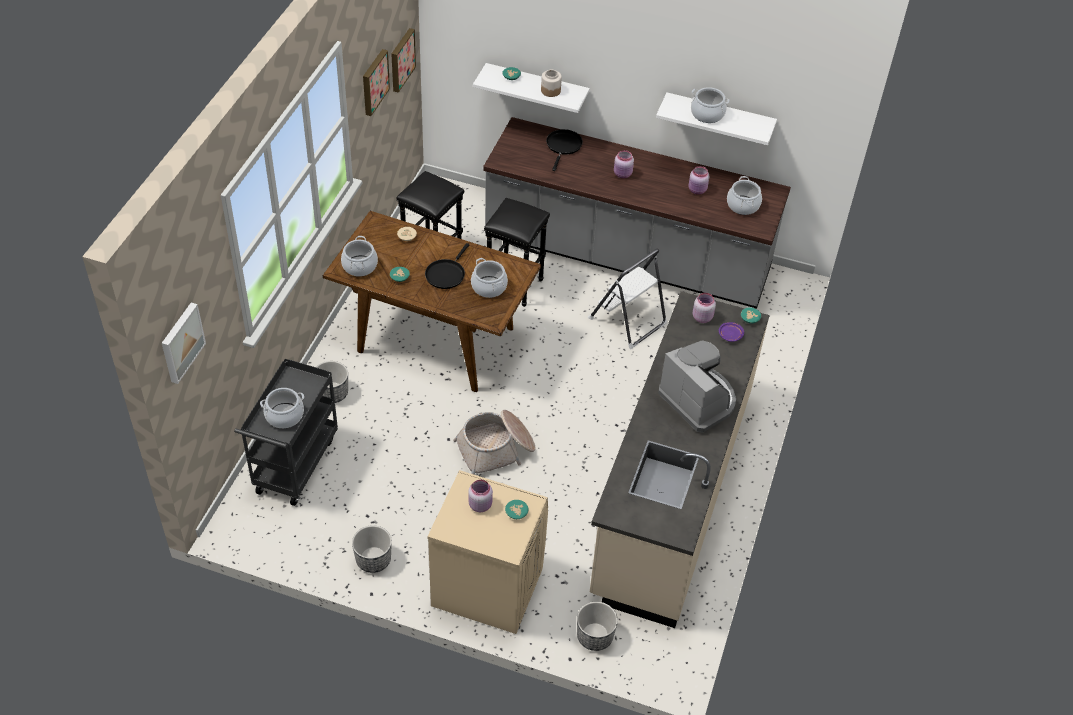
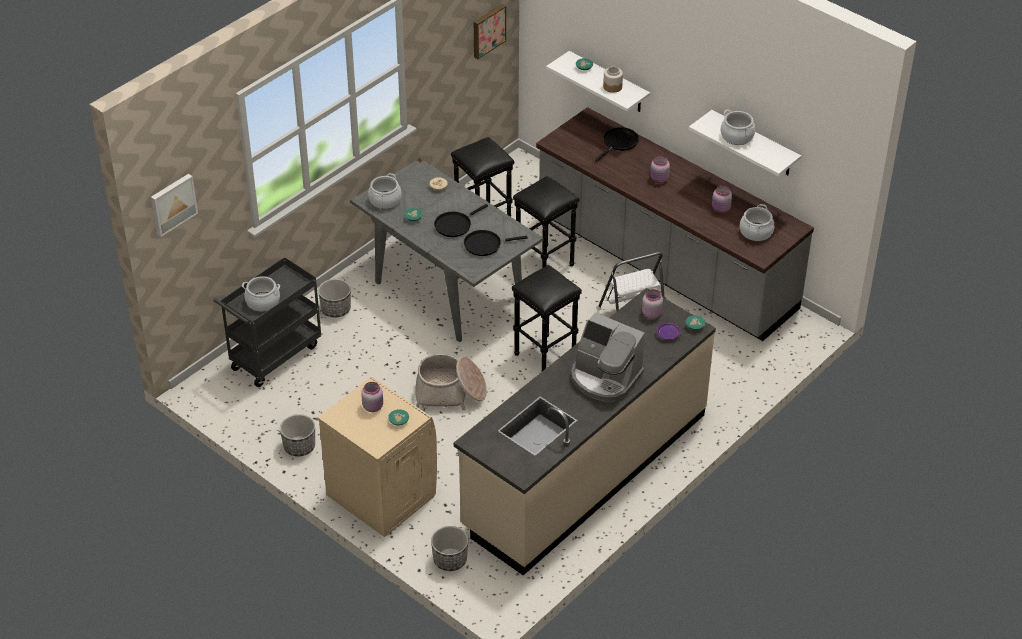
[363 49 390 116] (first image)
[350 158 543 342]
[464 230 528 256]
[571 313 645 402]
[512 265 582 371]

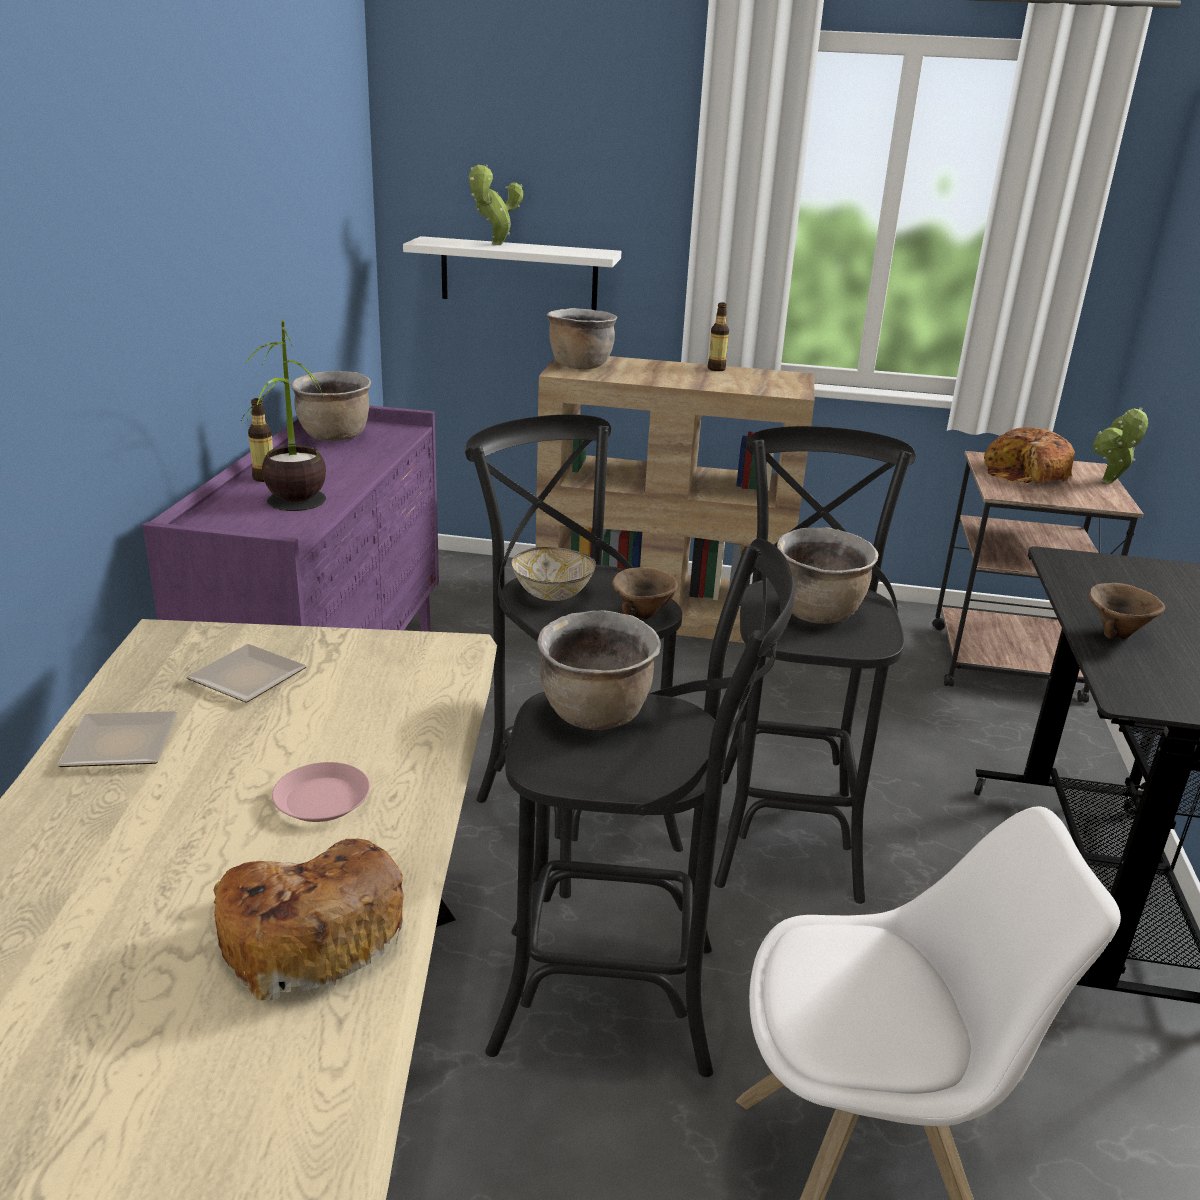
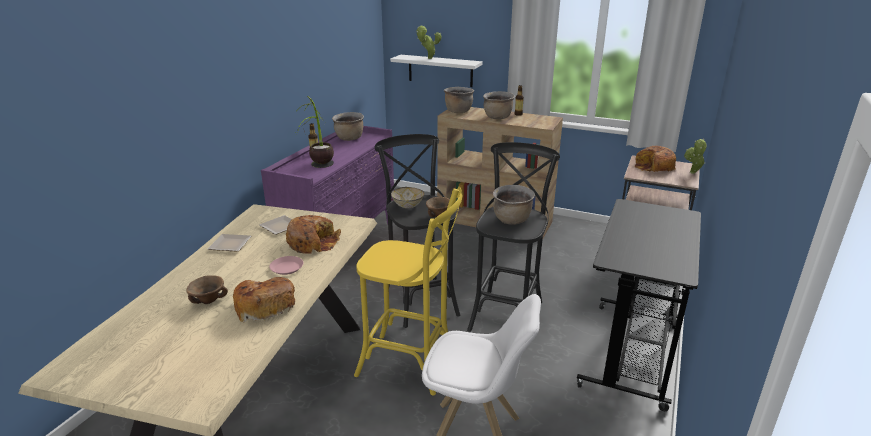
[354 186 462 396]
[187 275 228 304]
[483 91 515 119]
[286 215 341 254]

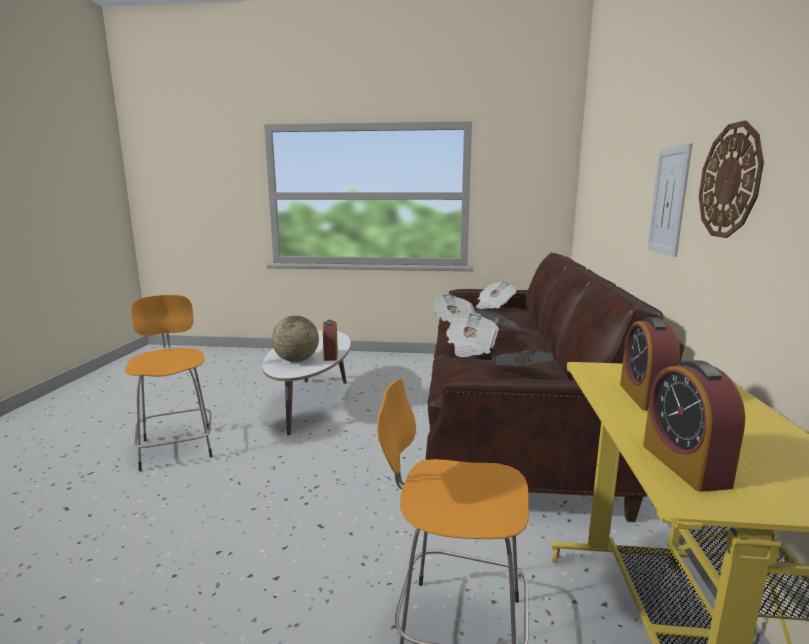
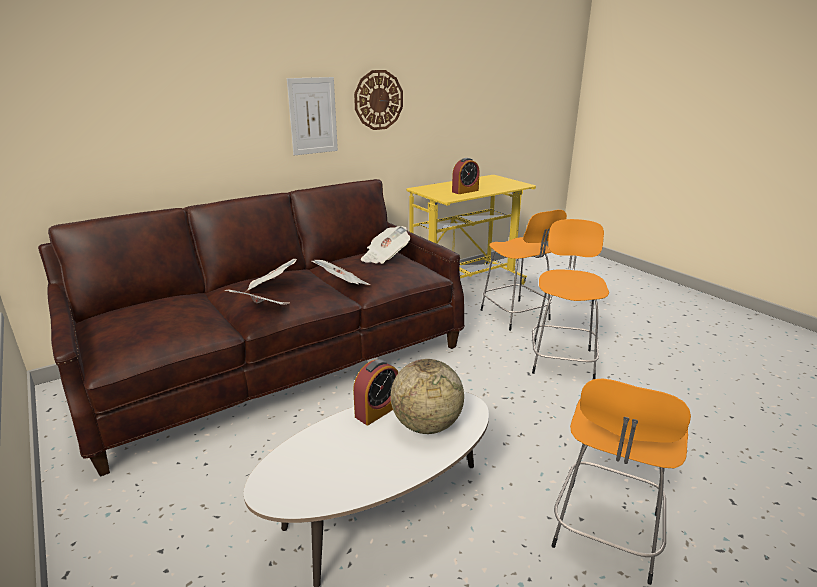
[476 281 516 309] (first image)
[643 360 745 492] (first image)
[532 219 609 379]

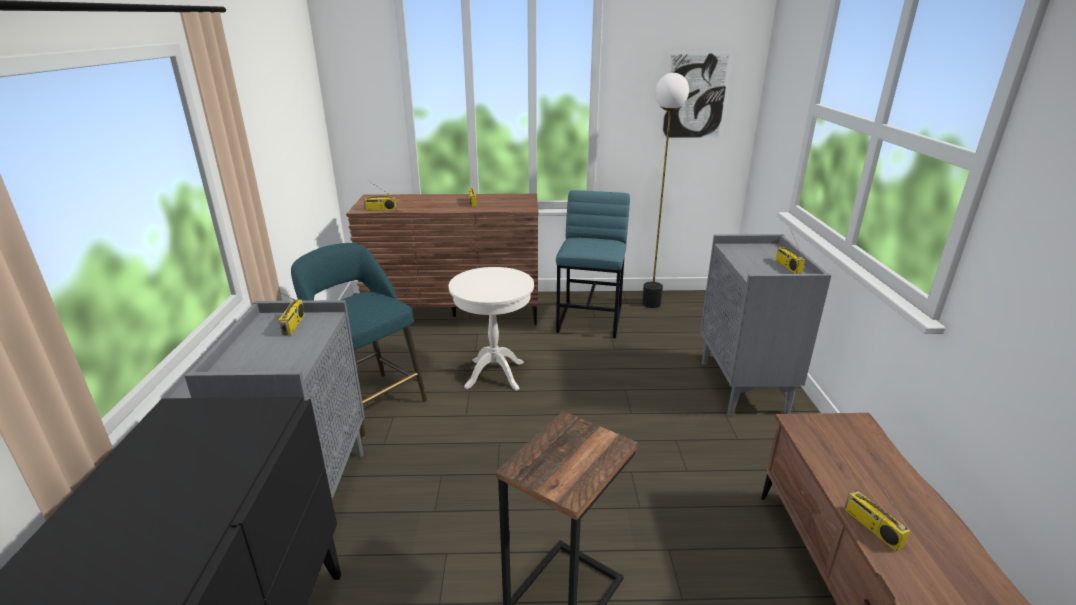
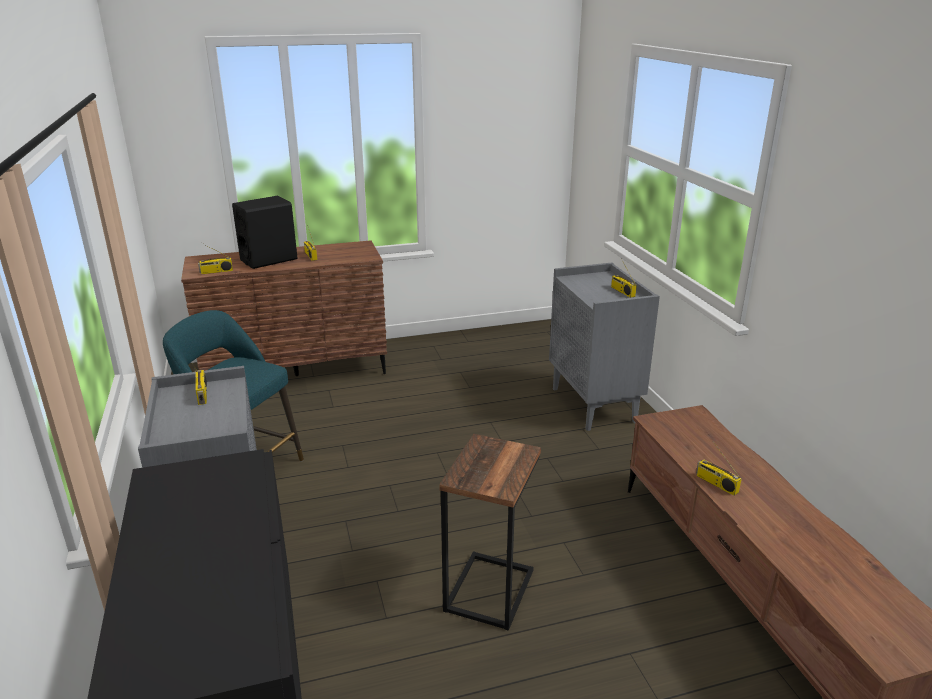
[660 51 732 139] (first image)
[642 73 689 308] (first image)
[556 190 630 339] (first image)
[448 267 534 391] (first image)
[232 196 297 269]

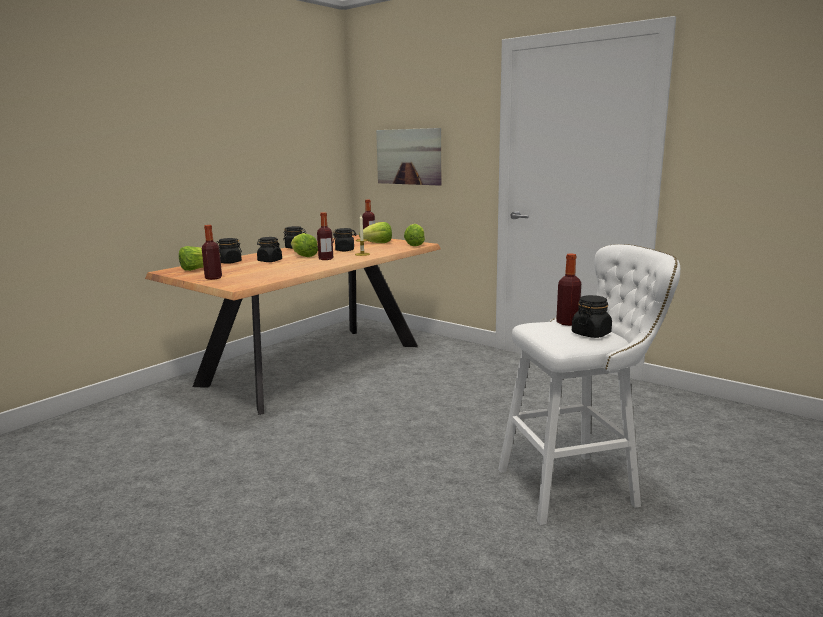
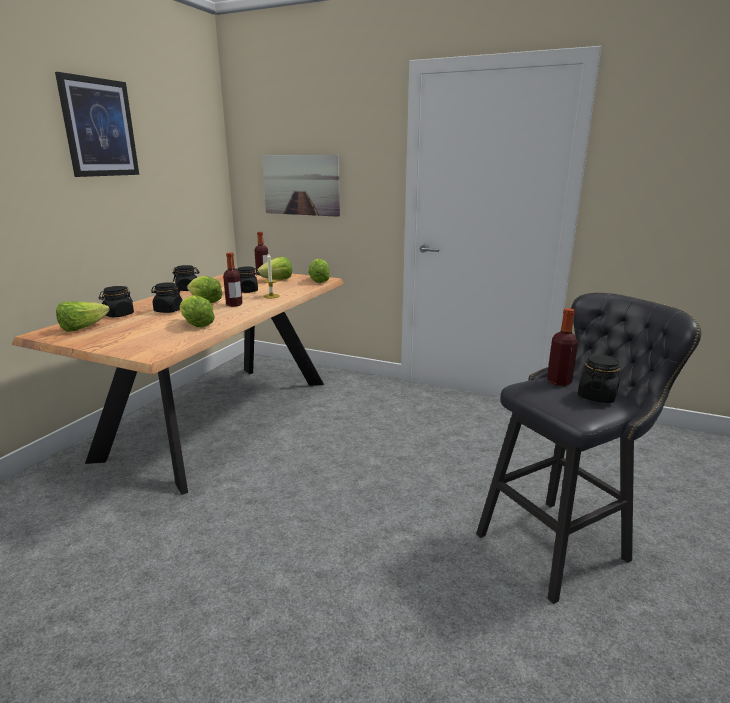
[202 225 222 280] (first image)
[476 292 701 604]
[55 72 139 177]
[180 295 215 327]

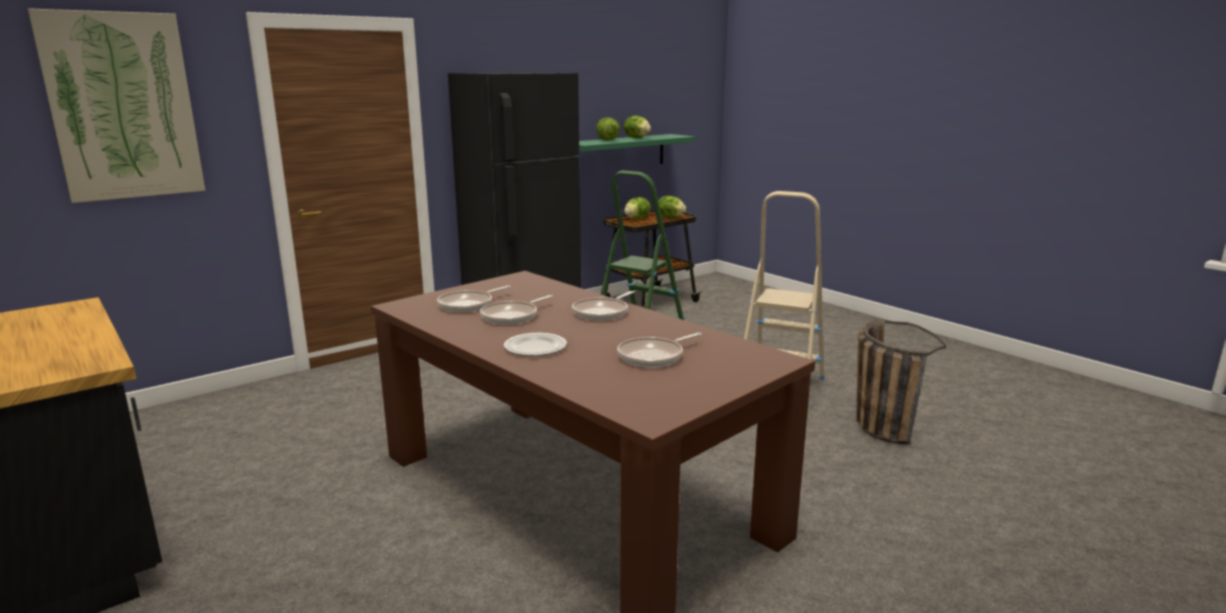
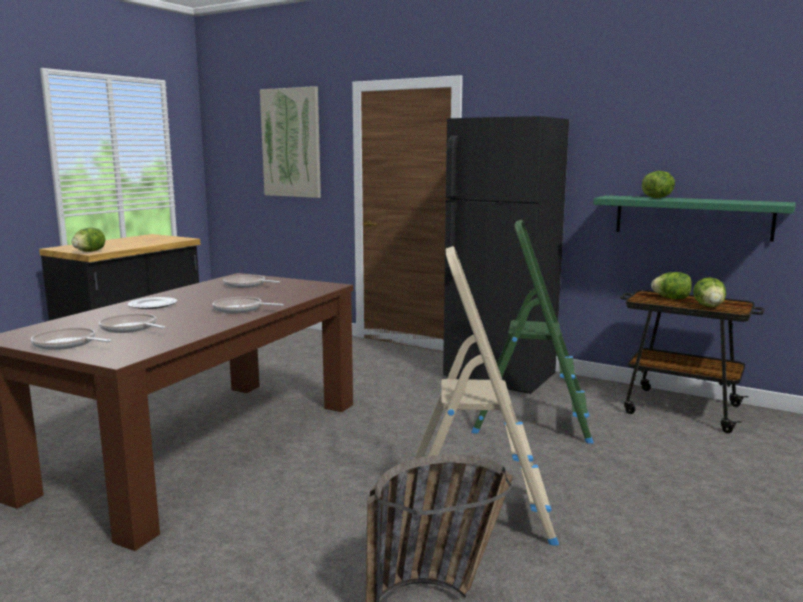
[71 228 105 252]
[31 327 112 350]

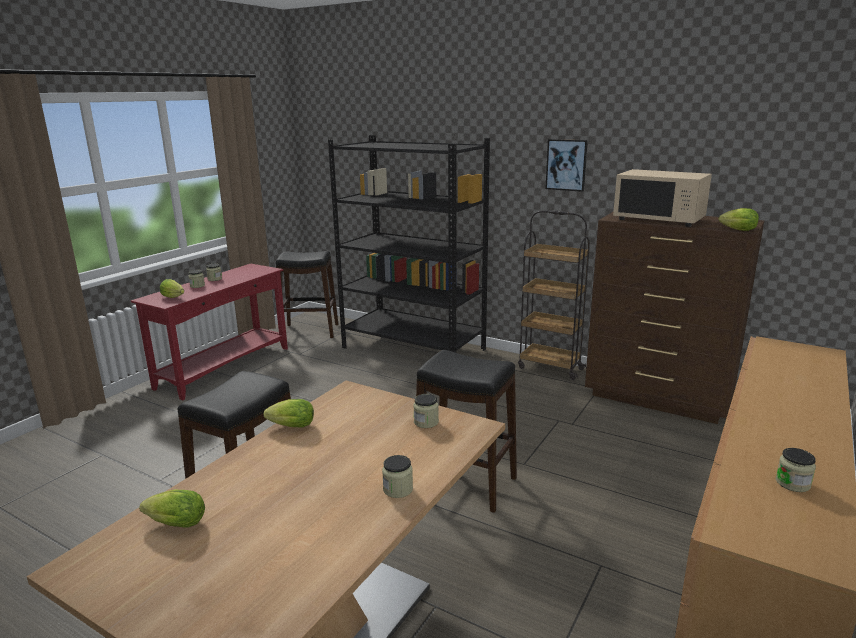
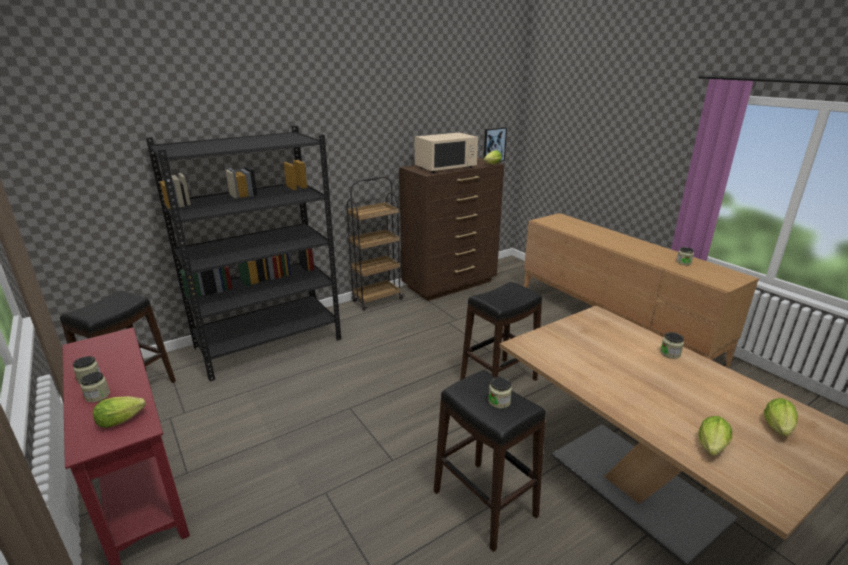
[483 127 507 162]
[488 377 512 409]
[764 398 798 436]

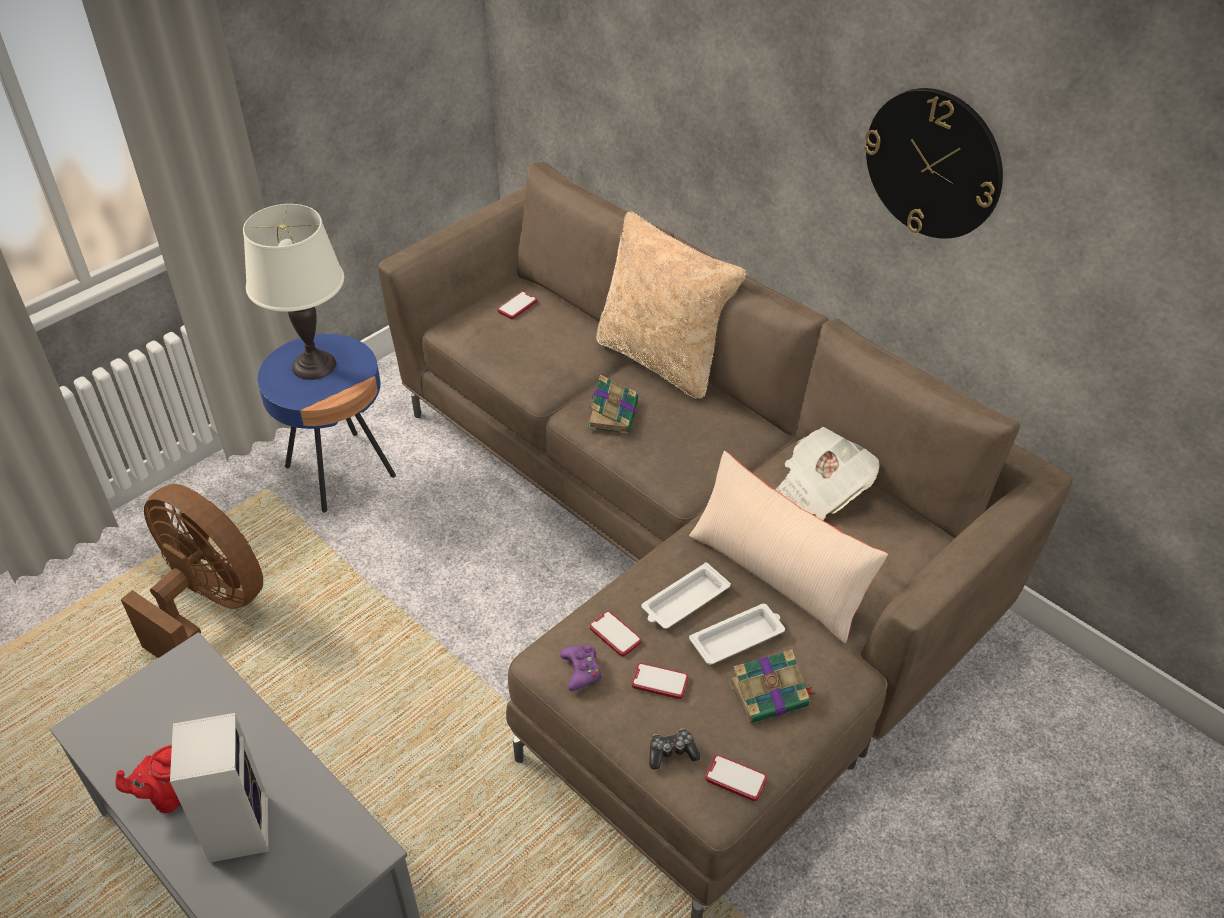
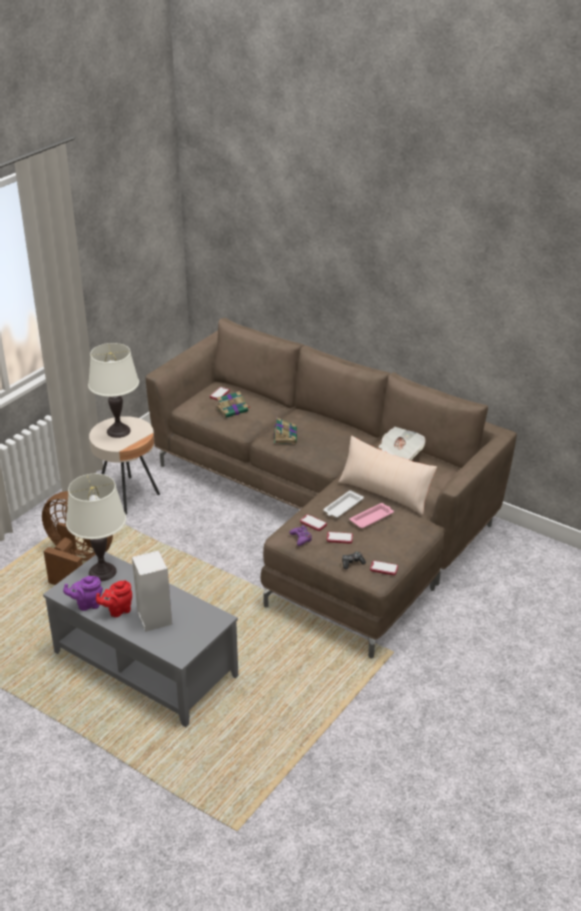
[864 88 1003 239] (first image)
[596 212 746 399] (first image)
[89 416 160 515]
[349 503 394 528]
[216 391 251 418]
[66 474 126 581]
[63 576 103 611]

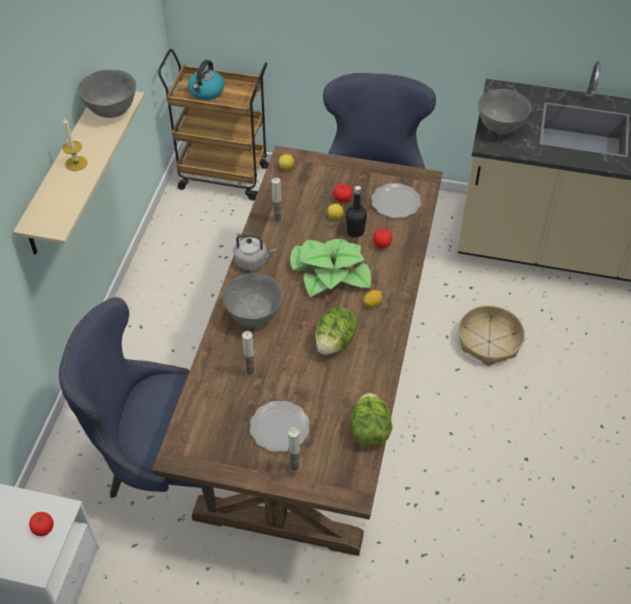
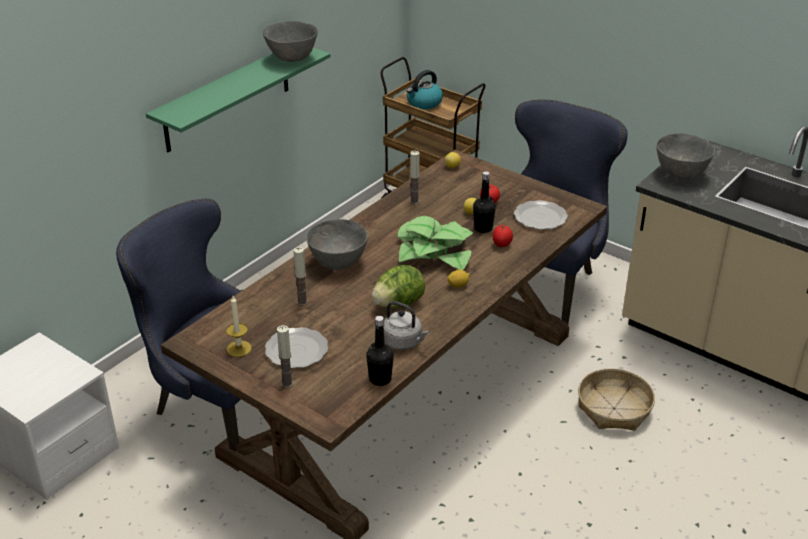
[146 48 330 152]
[226 296 252 357]
[384 301 429 350]
[366 316 394 386]
[29 512 54 536] (first image)

